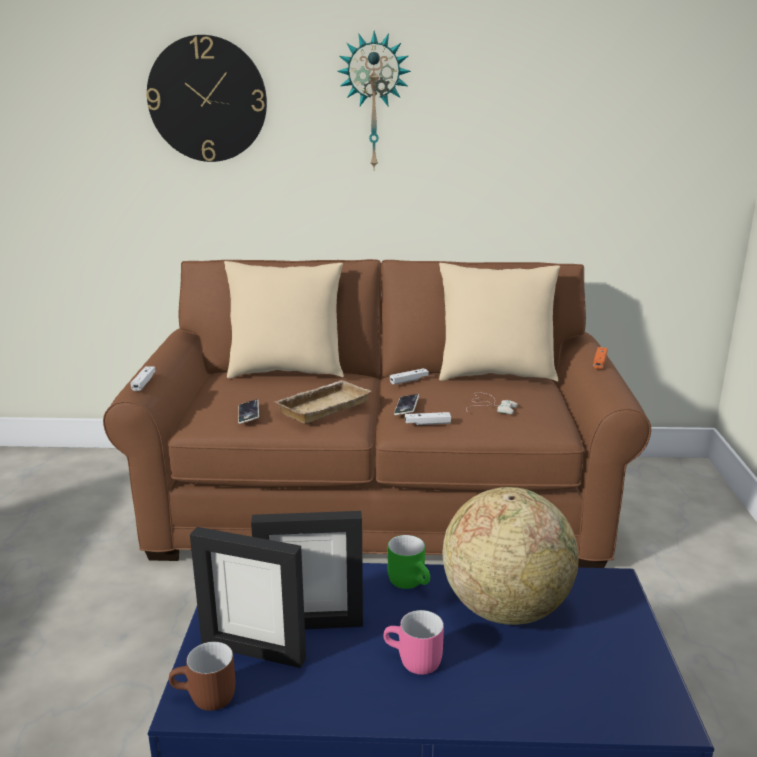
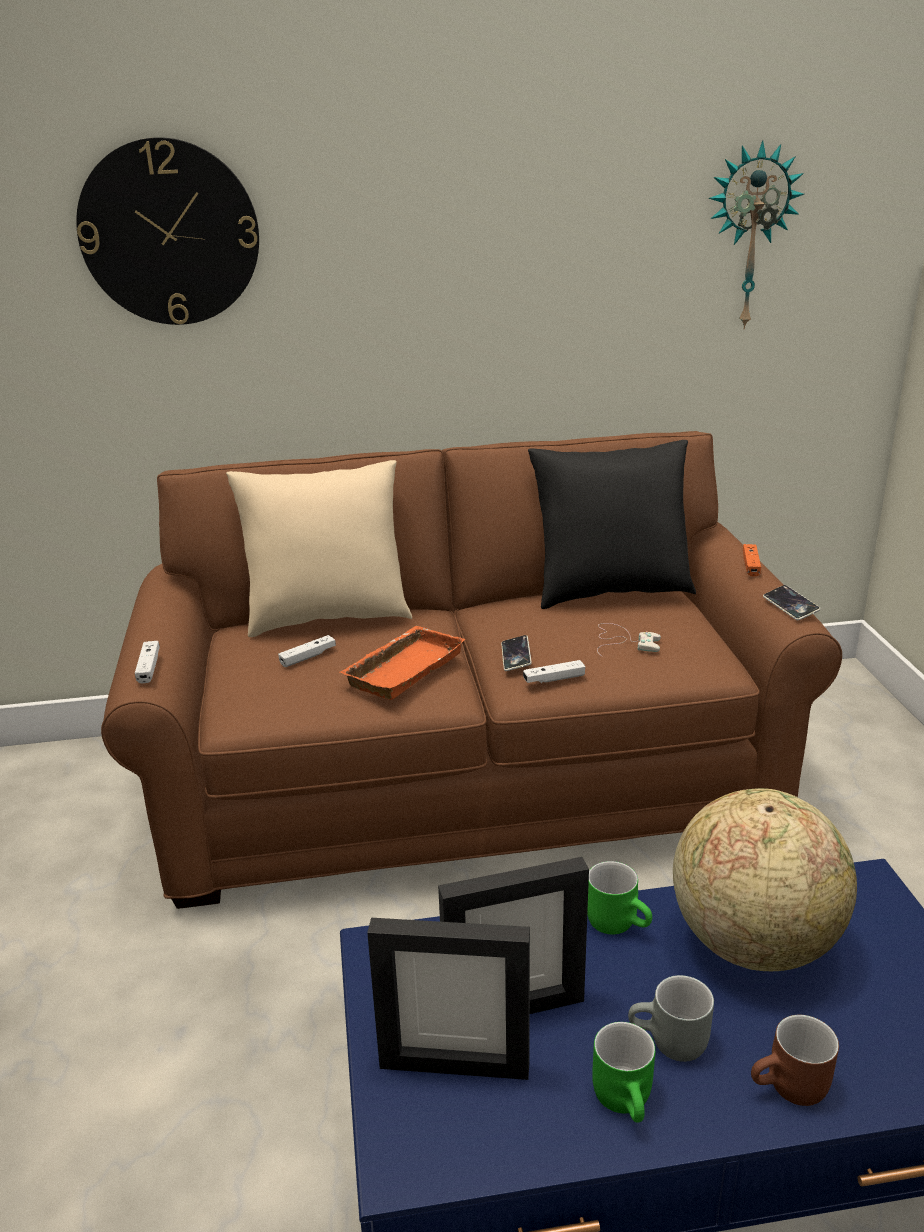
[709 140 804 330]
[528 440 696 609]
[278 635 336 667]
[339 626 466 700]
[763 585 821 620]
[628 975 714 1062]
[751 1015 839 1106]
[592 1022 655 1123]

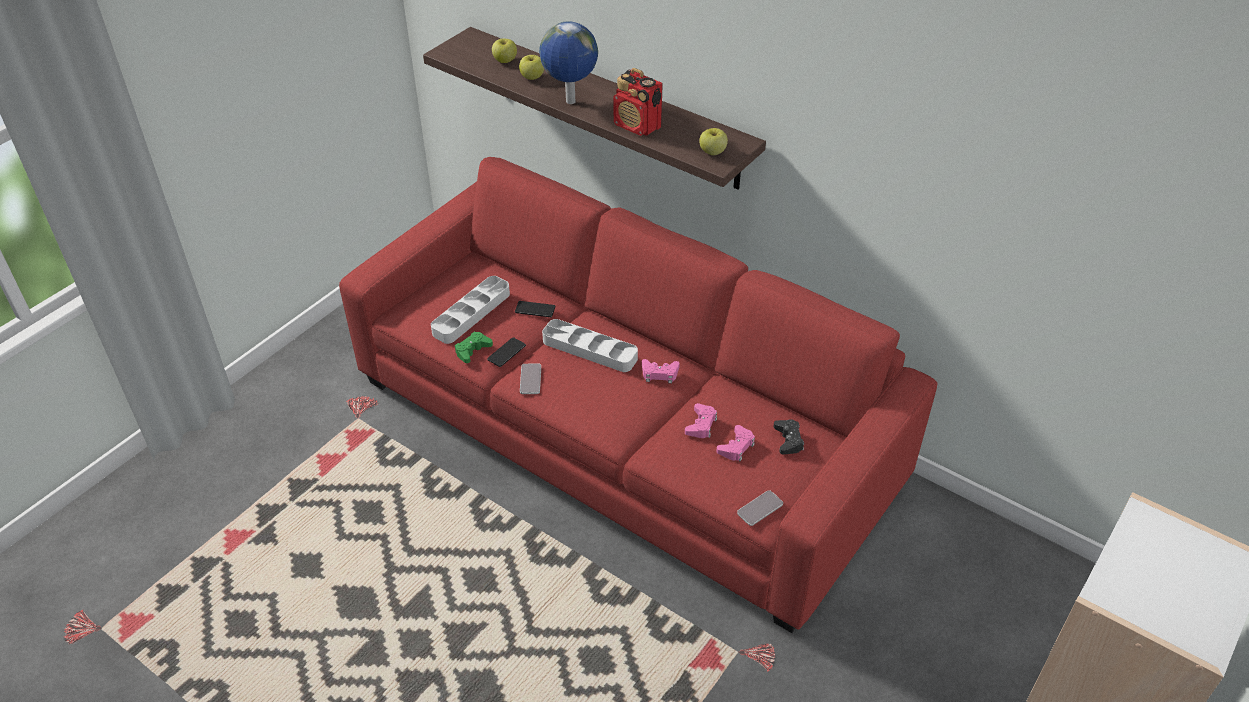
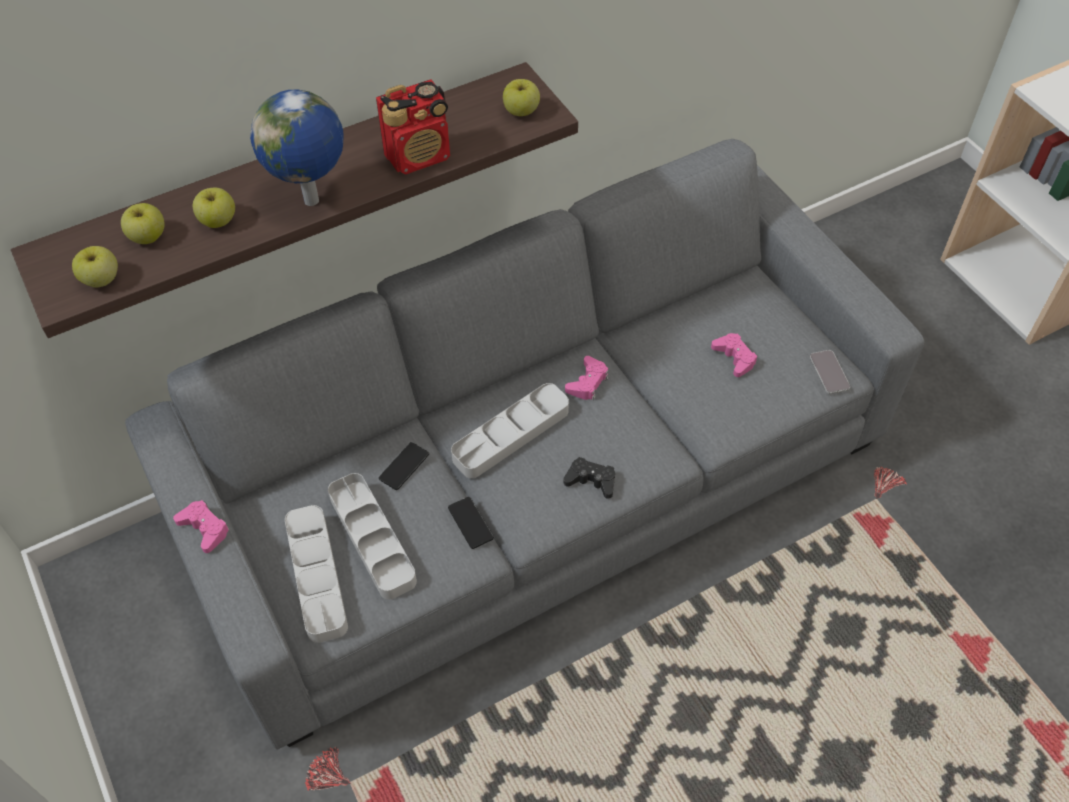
[125 139 924 749]
[455 332 493 363] (first image)
[520 364 541 394] (first image)
[173 500 230 553]
[564 457 615 499]
[72 246 118 287]
[285 505 348 643]

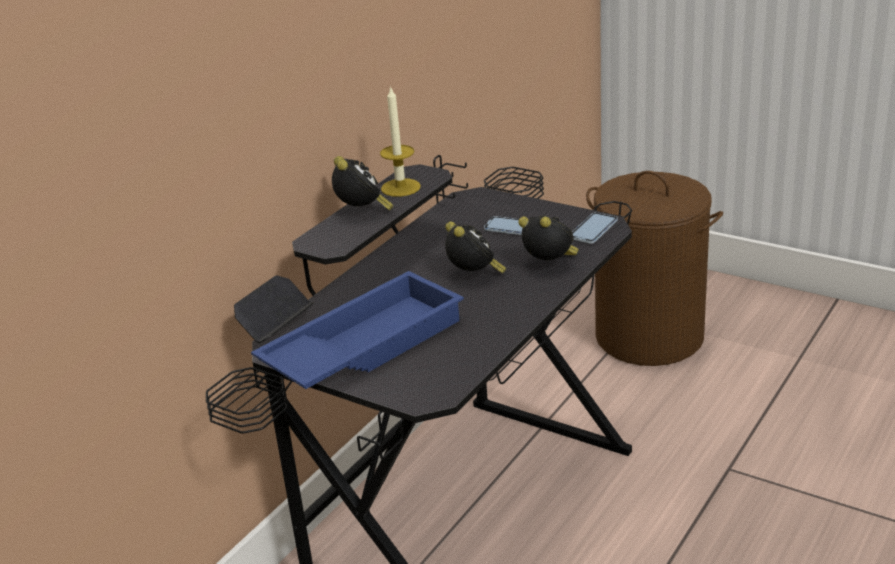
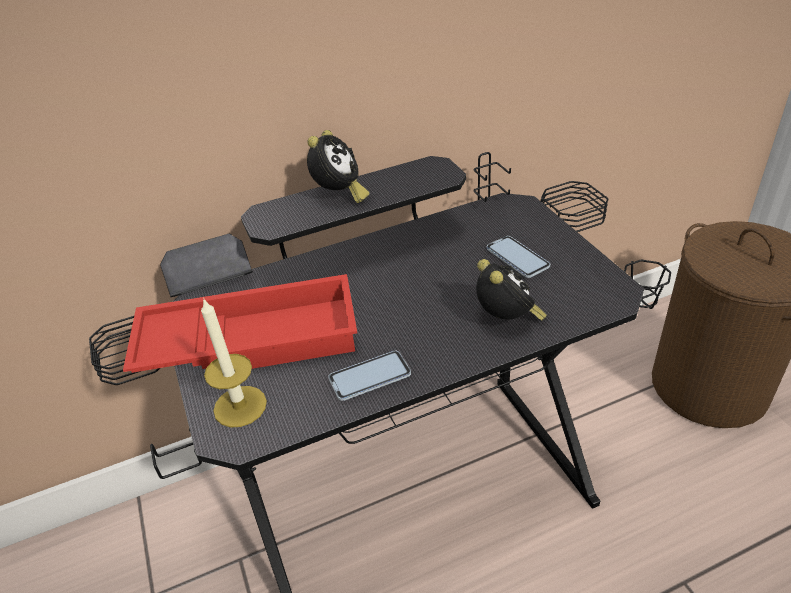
[201 298 267 428]
[328 351 411 401]
[445 222 507 274] (first image)
[123 274 357 373]

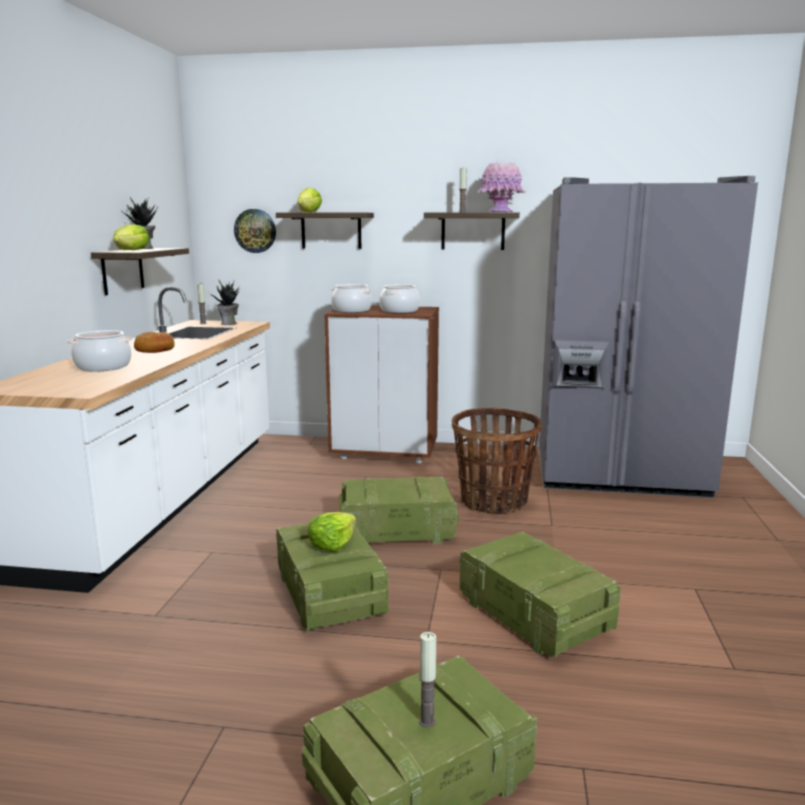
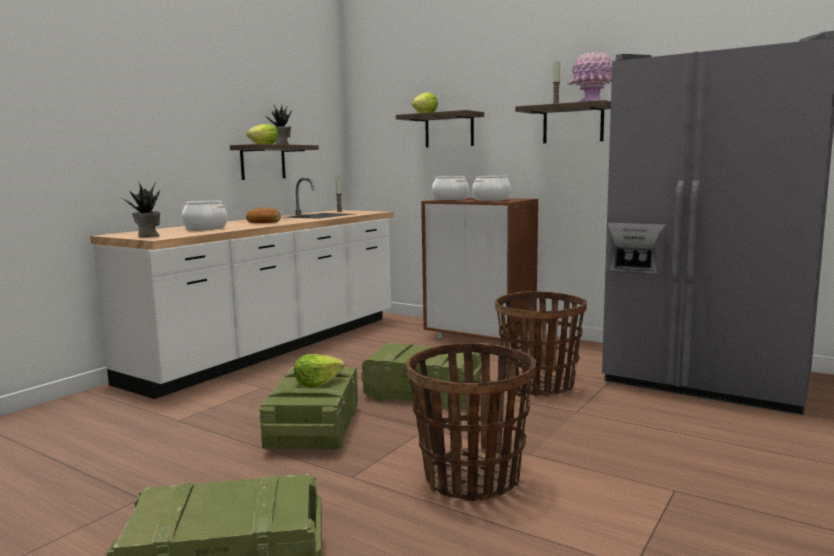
[234 209 276 253] (first image)
[122 182 160 237]
[406 343 536 501]
[419 632 437 728] (first image)

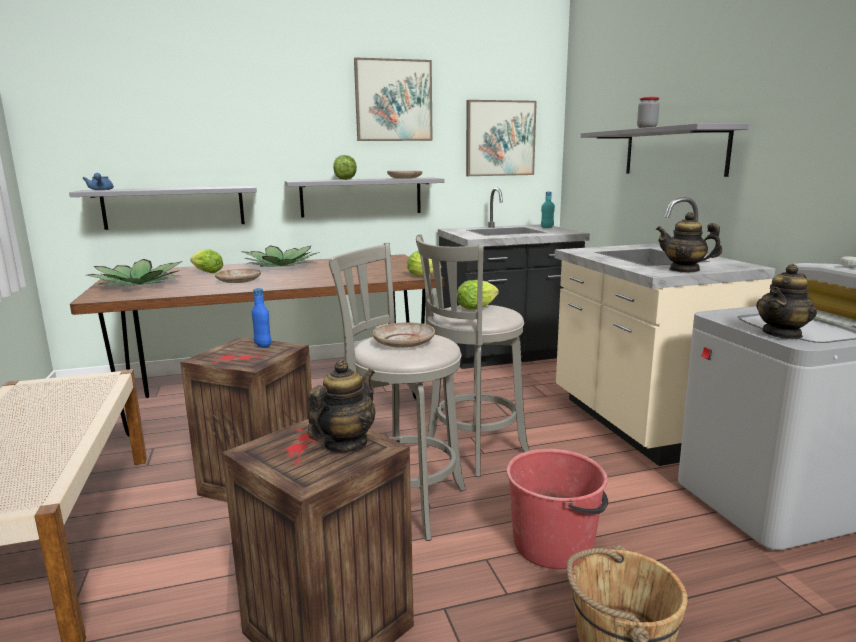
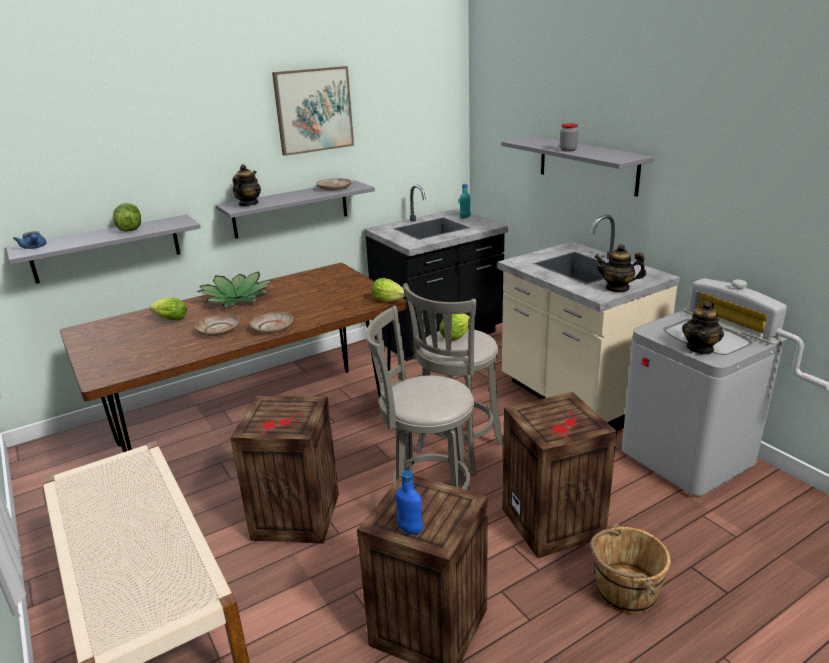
[466 100 537 176] (first image)
[113 203 141 232]
[87 259 182 287] (first image)
[395 470 423 534]
[250 312 293 334]
[233 164 261 206]
[502 392 617 558]

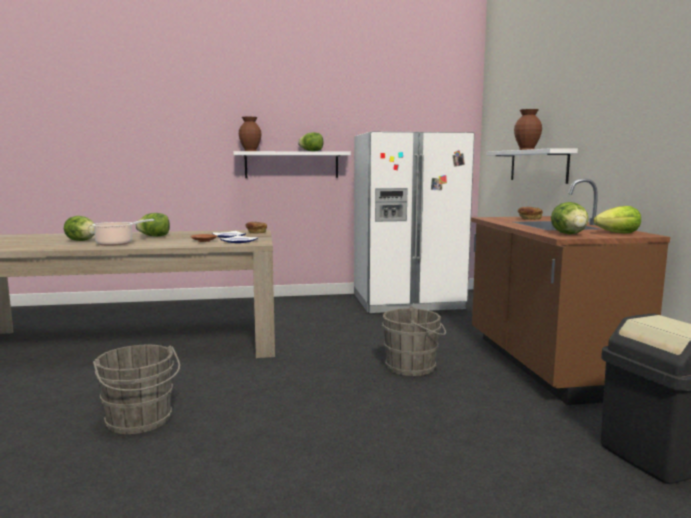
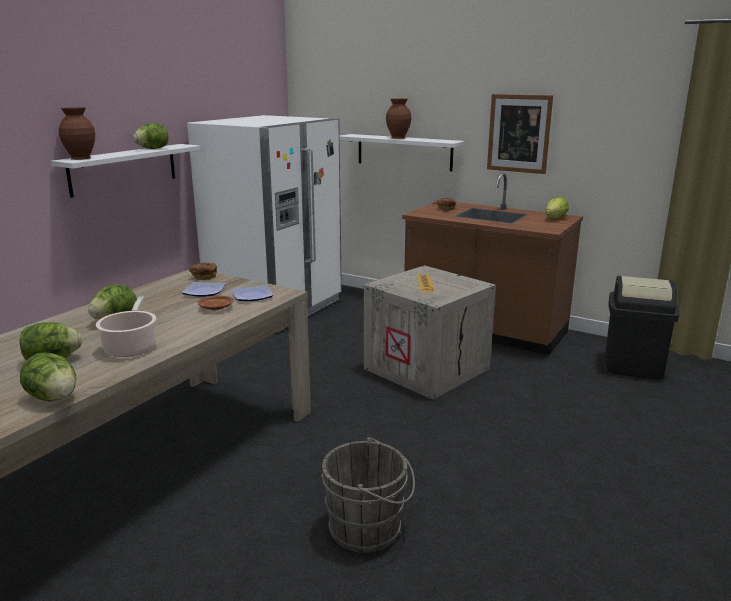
[20 352 76 401]
[364 265 496 400]
[487 94 553 174]

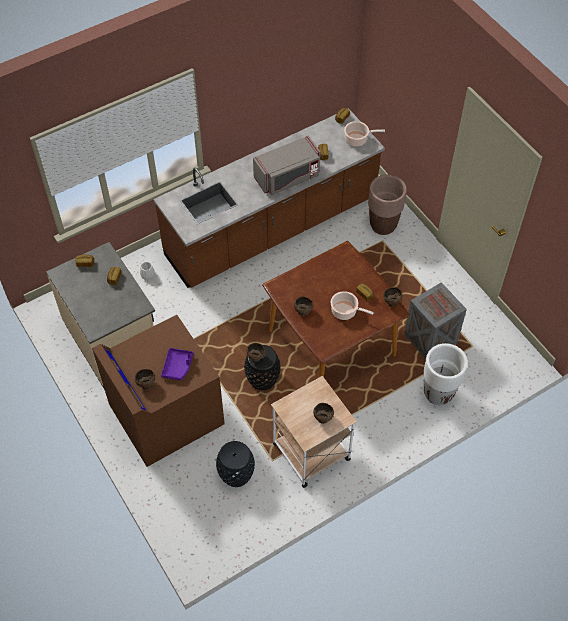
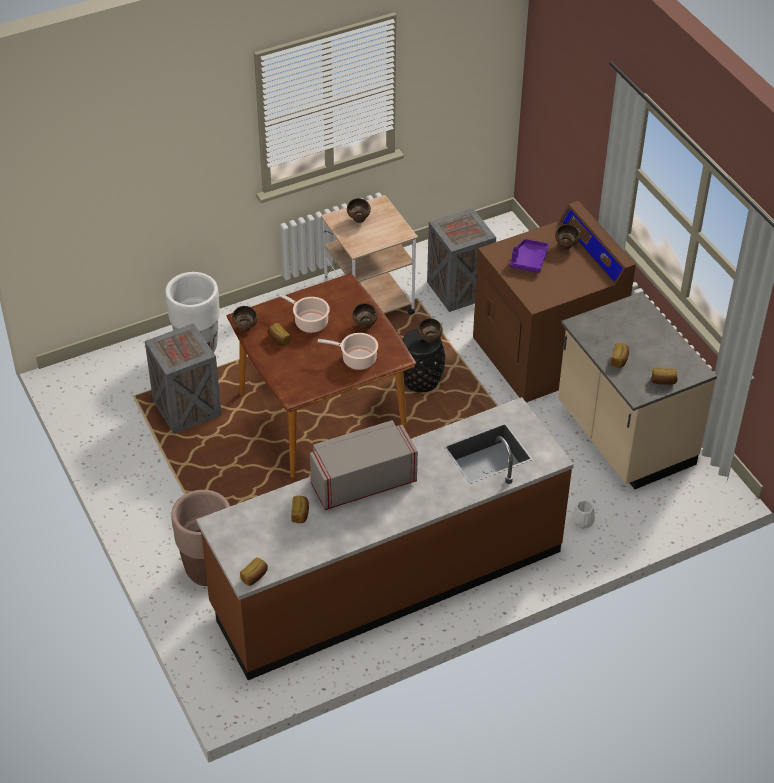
[318 333 378 370]
[427 208 496 312]

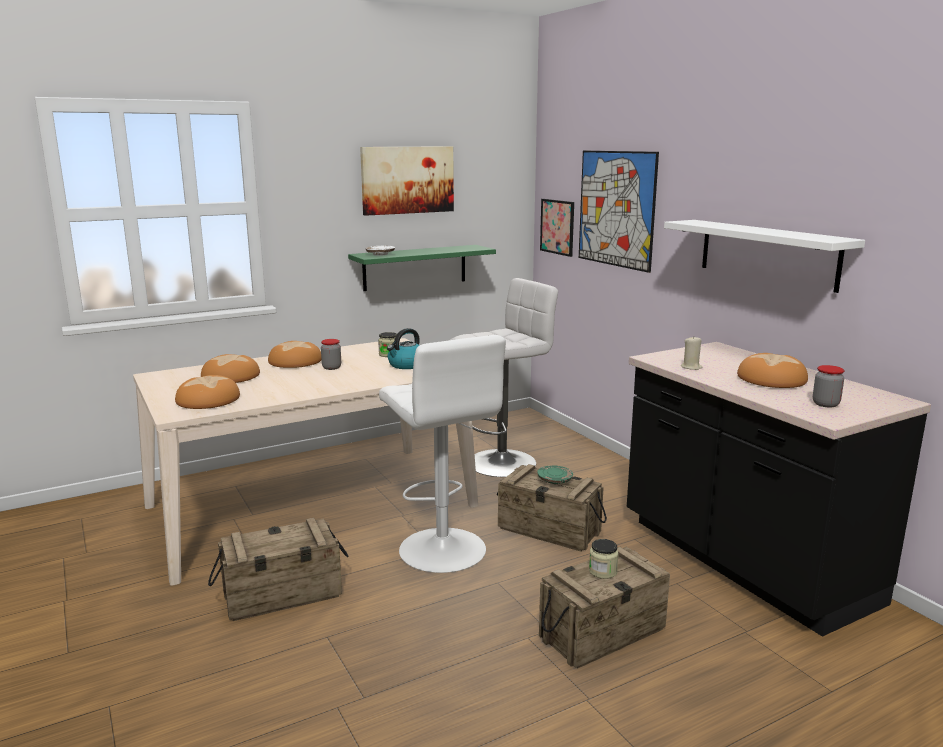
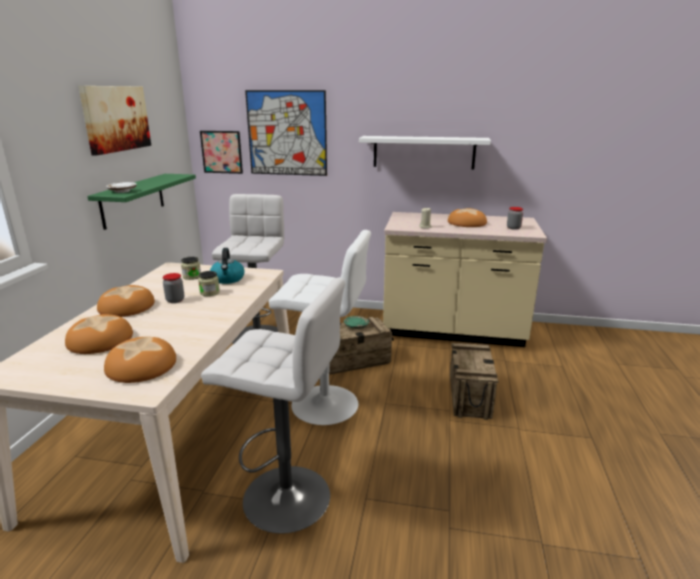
[383 212 547 347]
[201 278 345 533]
[198 271 220 296]

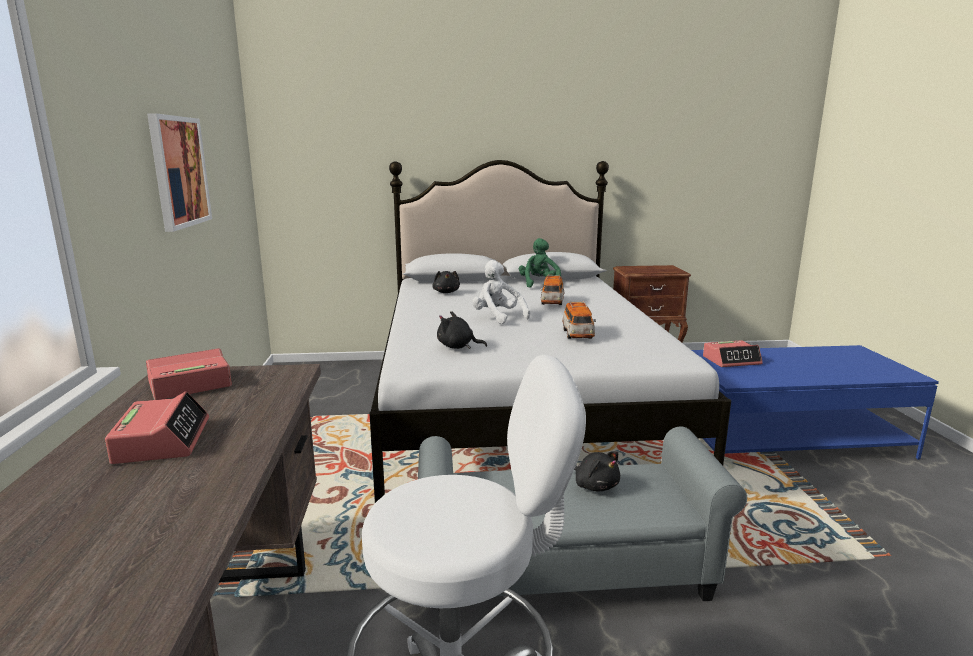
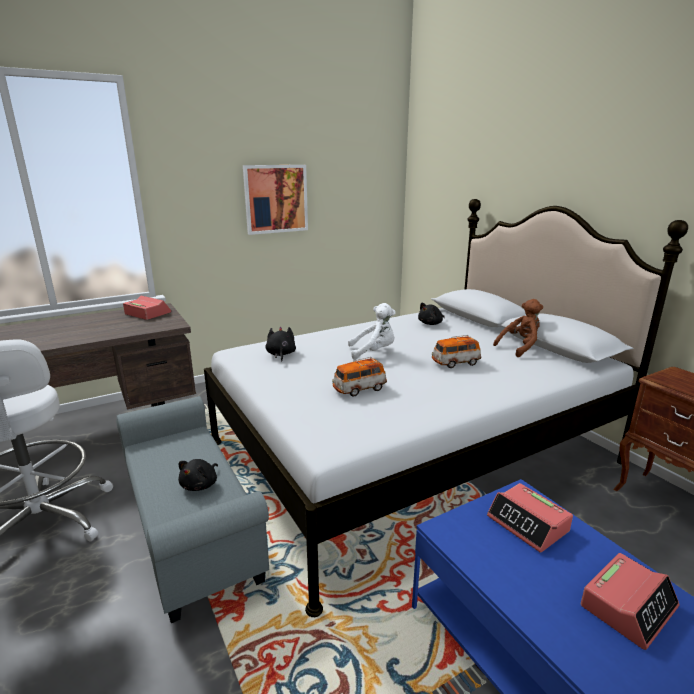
[493 299 543 357]
[348 303 396 360]
[581 553 679 650]

